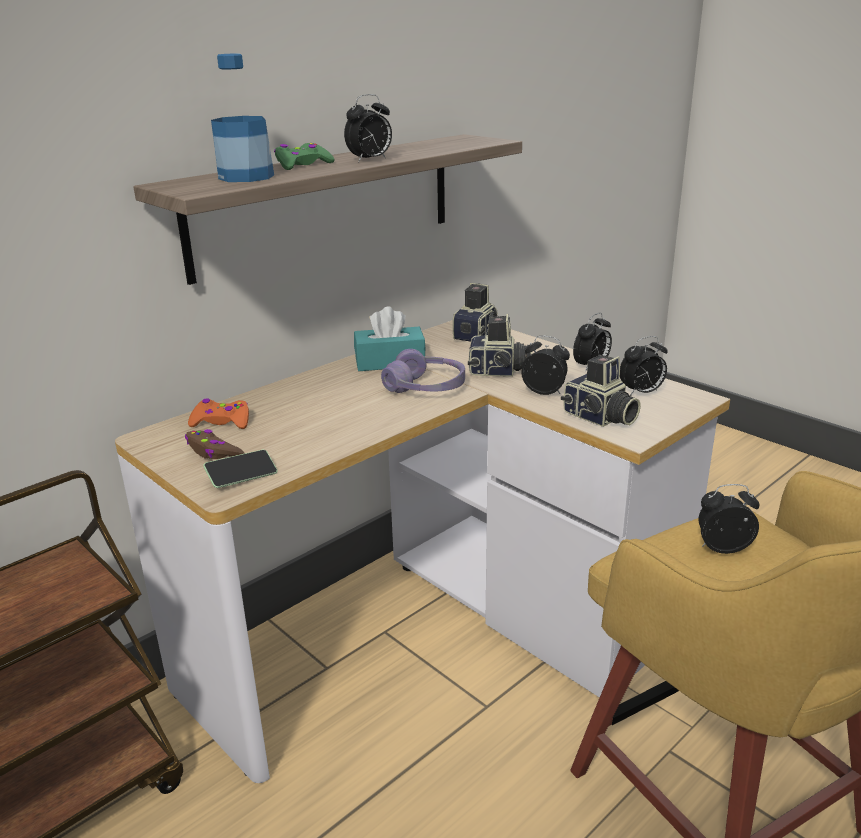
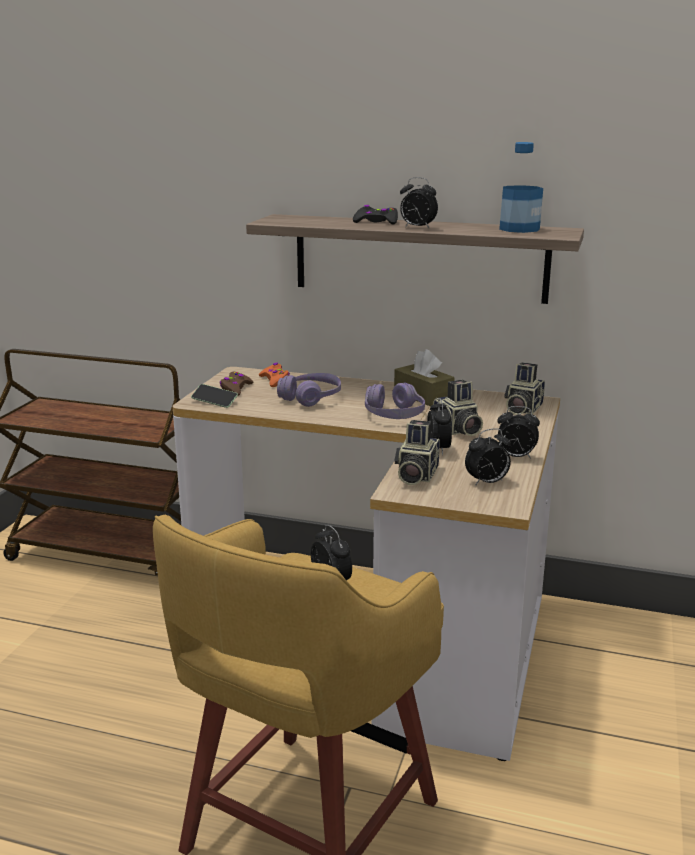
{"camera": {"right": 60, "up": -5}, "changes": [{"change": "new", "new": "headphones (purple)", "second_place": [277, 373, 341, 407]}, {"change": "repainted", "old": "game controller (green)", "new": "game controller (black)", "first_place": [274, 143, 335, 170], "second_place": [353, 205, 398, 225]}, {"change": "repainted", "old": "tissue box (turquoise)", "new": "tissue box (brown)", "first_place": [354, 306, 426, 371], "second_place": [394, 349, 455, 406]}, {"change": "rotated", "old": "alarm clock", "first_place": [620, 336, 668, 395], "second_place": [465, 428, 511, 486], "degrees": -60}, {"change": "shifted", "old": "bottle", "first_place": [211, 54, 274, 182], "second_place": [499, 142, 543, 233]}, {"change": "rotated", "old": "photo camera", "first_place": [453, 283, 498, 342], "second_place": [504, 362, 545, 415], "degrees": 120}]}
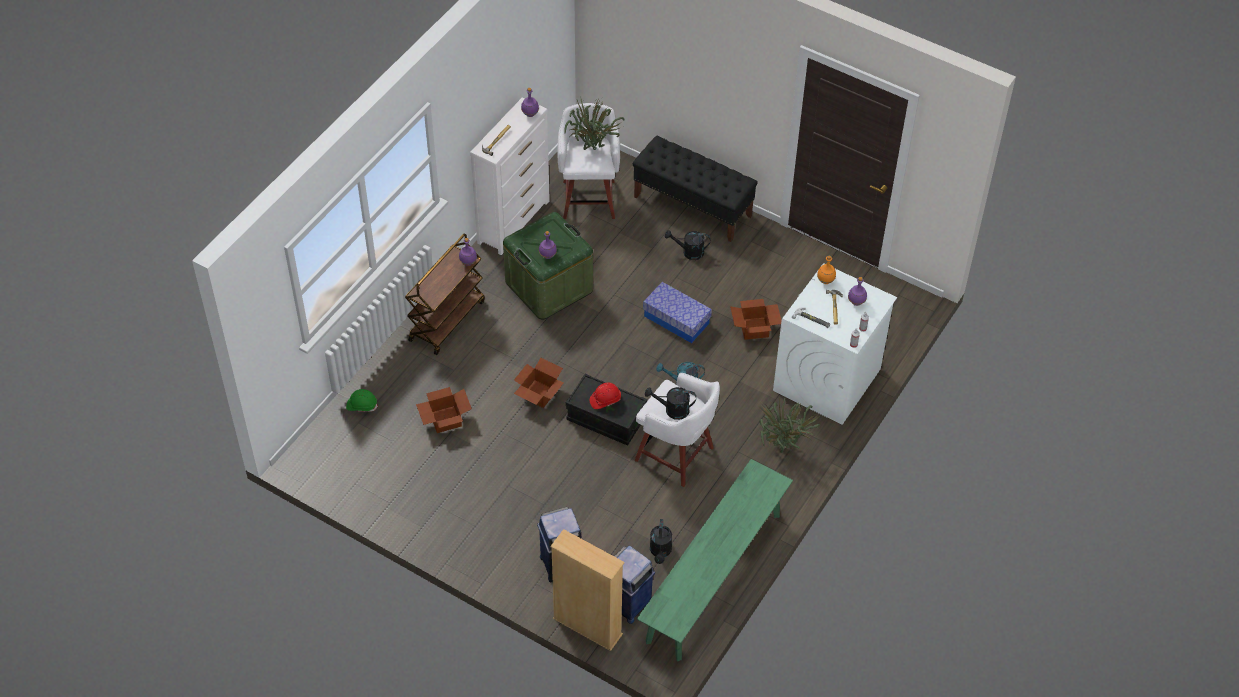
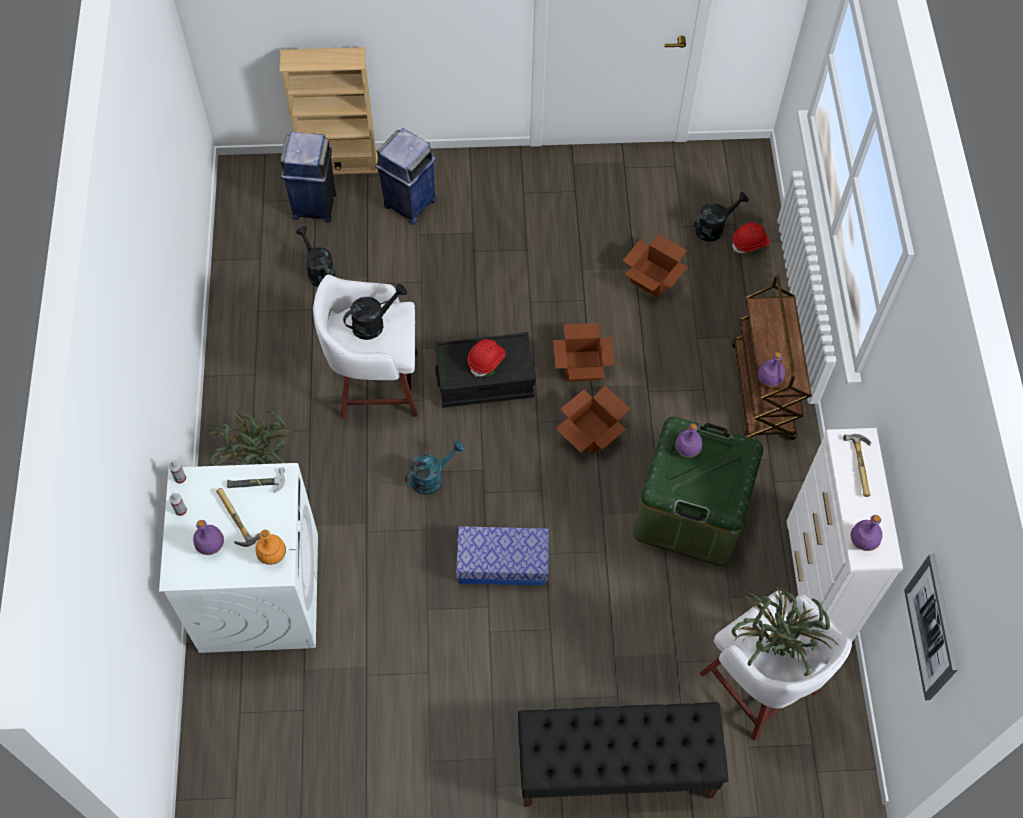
{"camera": {"right": 145, "up": 10}, "changes": [{"change": "shifted", "old": "cardboard box", "first_place": [730, 299, 781, 340], "second_place": [555, 385, 630, 454]}, {"change": "shifted", "old": "watering can (black)", "first_place": [665, 230, 710, 260], "second_place": [694, 192, 749, 242]}, {"change": "repainted", "old": "hard hat (green)", "new": "hard hat (red)", "first_place": [346, 389, 378, 412], "second_place": [732, 222, 770, 253]}, {"change": "new", "new": "picture", "second_place": [904, 554, 958, 700]}, {"change": "gone", "old": "bench (green)", "first_place": [637, 459, 793, 661]}]}
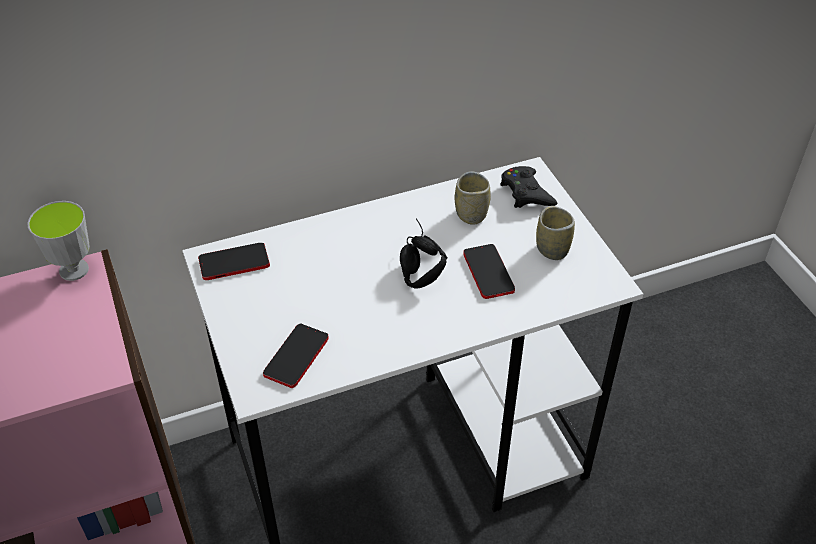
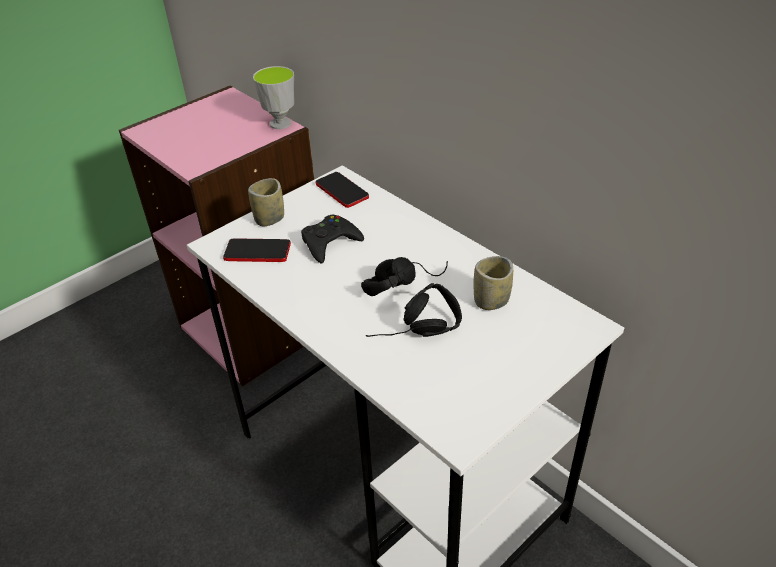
{"camera": {"right": 70, "up": -5}, "changes": [{"change": "shifted", "old": "cup", "first_place": [536, 206, 575, 260], "second_place": [248, 178, 284, 226]}, {"change": "shifted", "old": "game controller (black)", "first_place": [500, 166, 557, 208], "second_place": [301, 214, 364, 264]}, {"change": "swapped", "old": "phone", "new": "headphones (black)", "first_place": [463, 244, 515, 299], "second_place": [366, 283, 462, 337]}]}
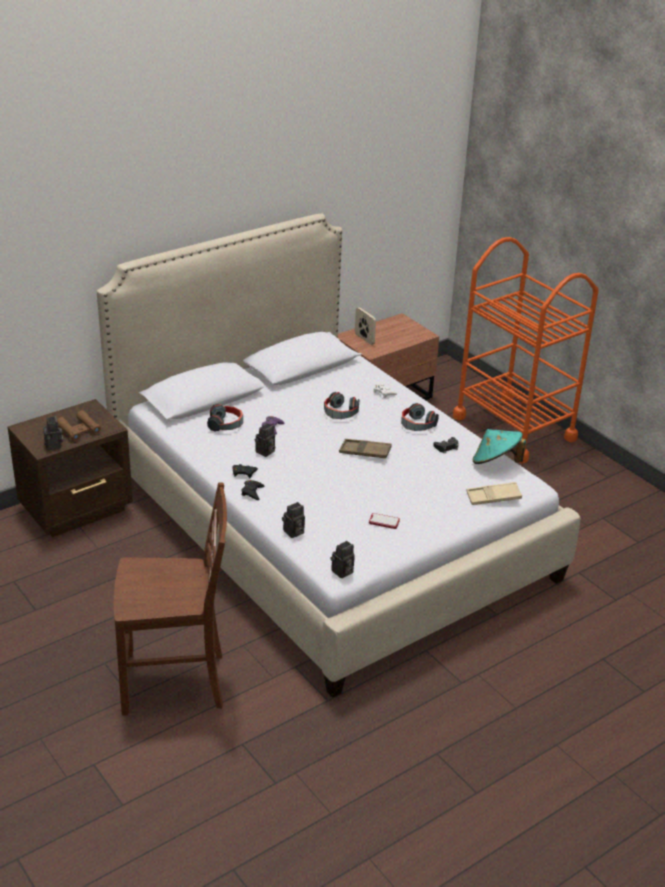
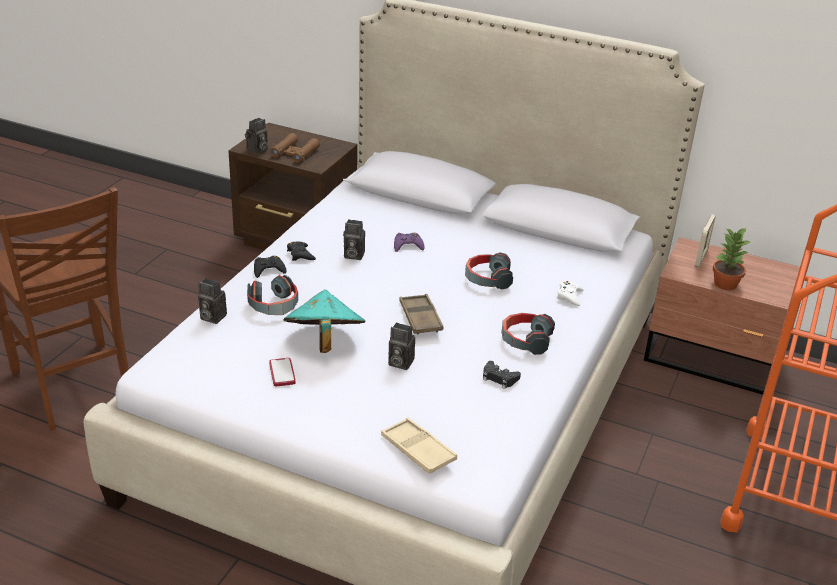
{"camera": {"right": 60, "up": 0}, "changes": [{"change": "shifted", "old": "headphones", "first_place": [207, 404, 243, 432], "second_place": [247, 275, 298, 315]}, {"change": "shifted", "old": "hat (turquoise)", "first_place": [473, 429, 526, 464], "second_place": [284, 289, 366, 353]}, {"change": "shifted", "old": "photo camera", "first_place": [331, 541, 355, 578], "second_place": [388, 322, 415, 370]}, {"change": "new", "new": "potted plant", "second_place": [713, 227, 750, 290]}]}
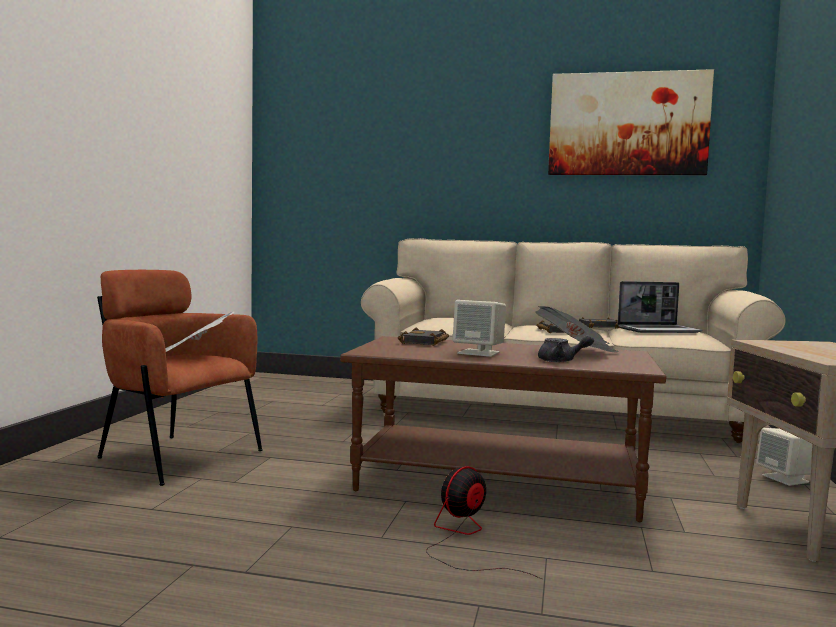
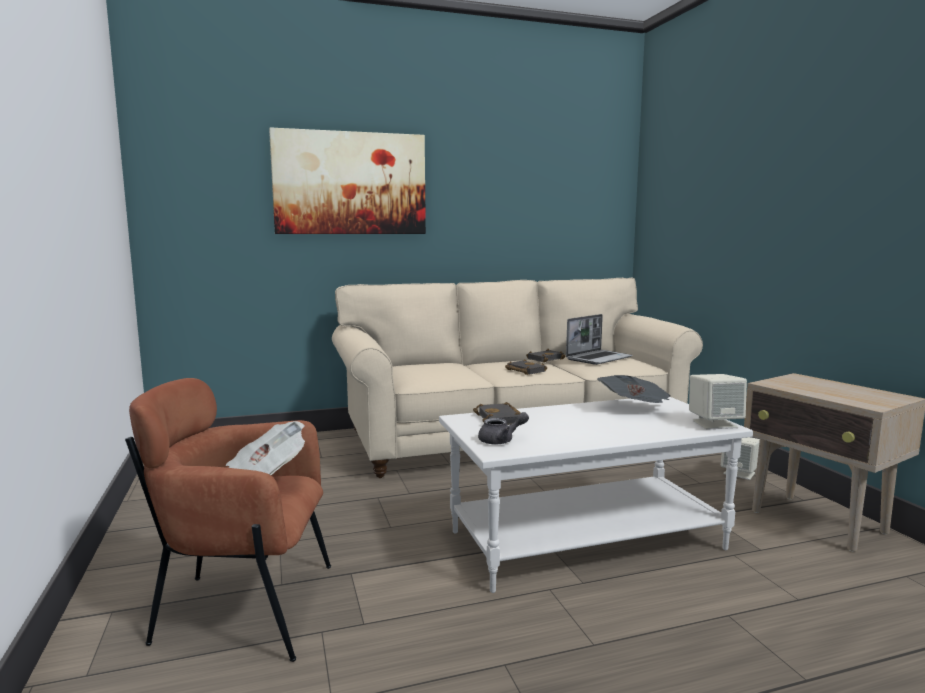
{"camera": {"right": -30, "up": 5}, "changes": [{"change": "shifted", "old": "picture", "first_place": [548, 69, 714, 175], "second_place": [269, 127, 426, 234]}, {"change": "repainted", "old": "coffee table (brown)", "new": "coffee table (white)", "first_place": [340, 336, 666, 522], "second_place": [439, 397, 753, 593]}, {"change": "shifted", "old": "teapot (grey)", "first_place": [538, 335, 594, 362], "second_place": [478, 412, 529, 445]}, {"change": "shifted", "old": "speaker (beige)", "first_place": [453, 300, 506, 357], "second_place": [689, 374, 747, 429]}, {"change": "gone", "old": "fan", "first_place": [426, 466, 542, 579]}]}
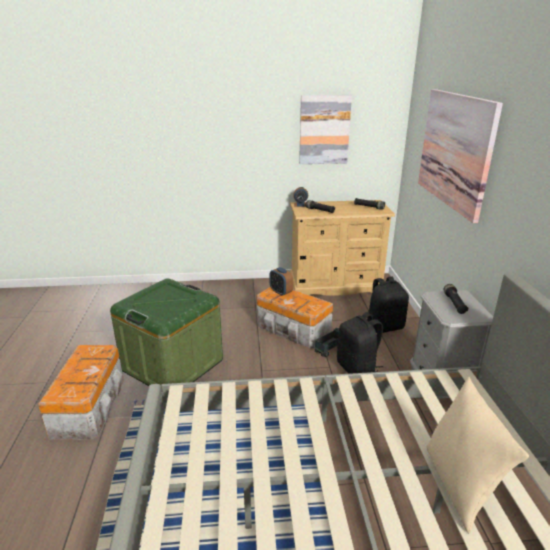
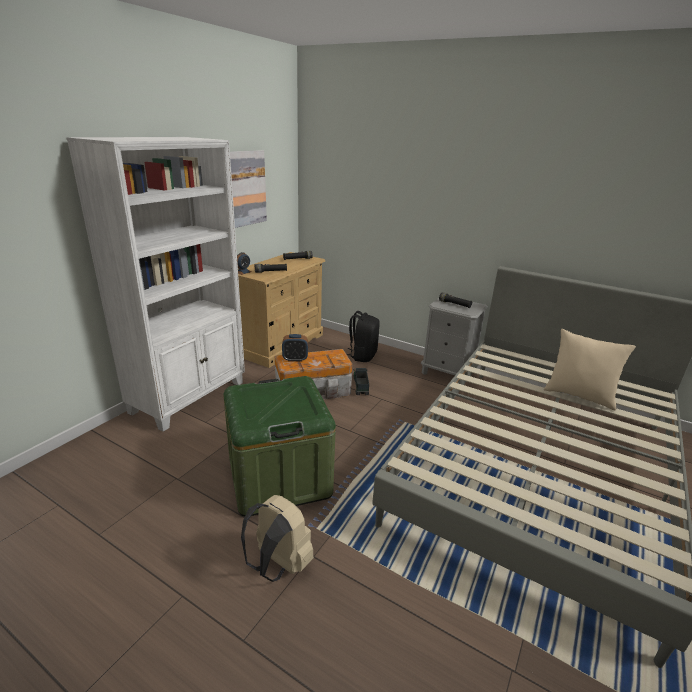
{"camera": {"right": -55, "up": 0}, "changes": [{"change": "new", "new": "bookcase (white)", "second_place": [66, 137, 245, 432]}, {"change": "swapped", "old": "storage box", "new": "backpack (beige)", "first_place": [38, 345, 124, 440], "second_place": [241, 495, 314, 582]}, {"change": "gone", "old": "backpack (black)", "first_place": [337, 312, 383, 374]}, {"change": "gone", "old": "picture", "first_place": [418, 89, 503, 223]}]}
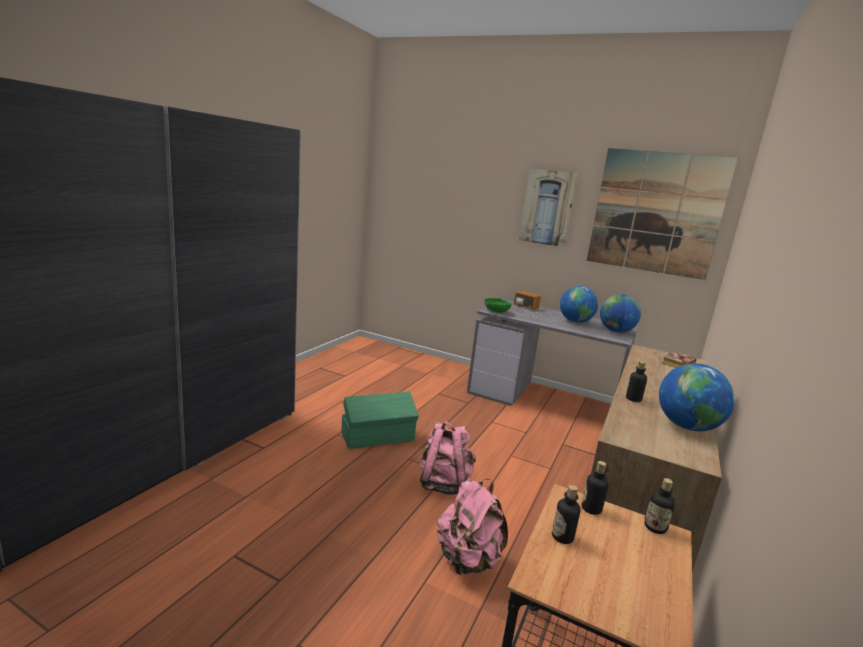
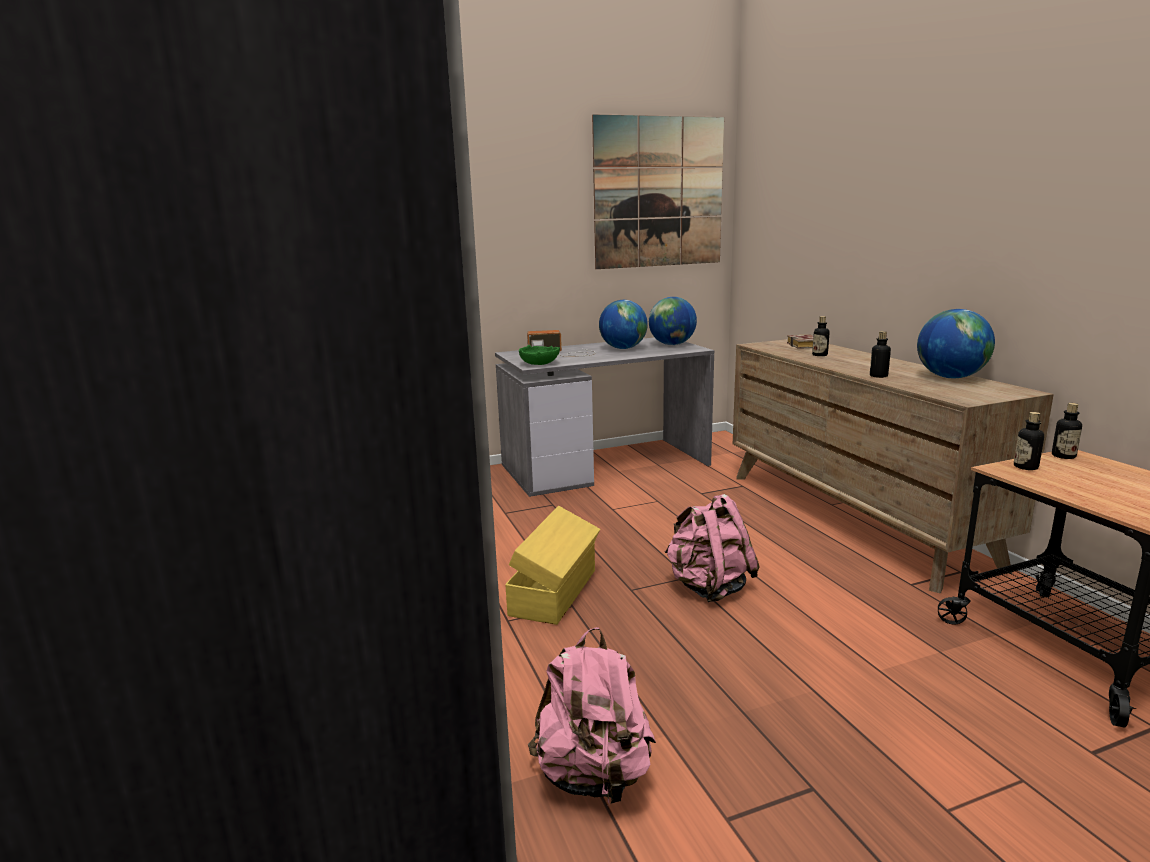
{"camera": {"right": -45, "up": 0}, "changes": [{"change": "repainted", "old": "storage box (green)", "new": "storage box (yellow)", "first_place": [341, 392, 419, 449], "second_place": [505, 506, 600, 625]}, {"change": "shifted", "old": "backpack (pink)", "first_place": [437, 479, 508, 575], "second_place": [528, 627, 656, 807]}, {"change": "shifted", "old": "bottle", "first_place": [552, 485, 581, 544], "second_place": [812, 316, 830, 356]}, {"change": "gone", "old": "picture", "first_place": [519, 169, 578, 247]}]}
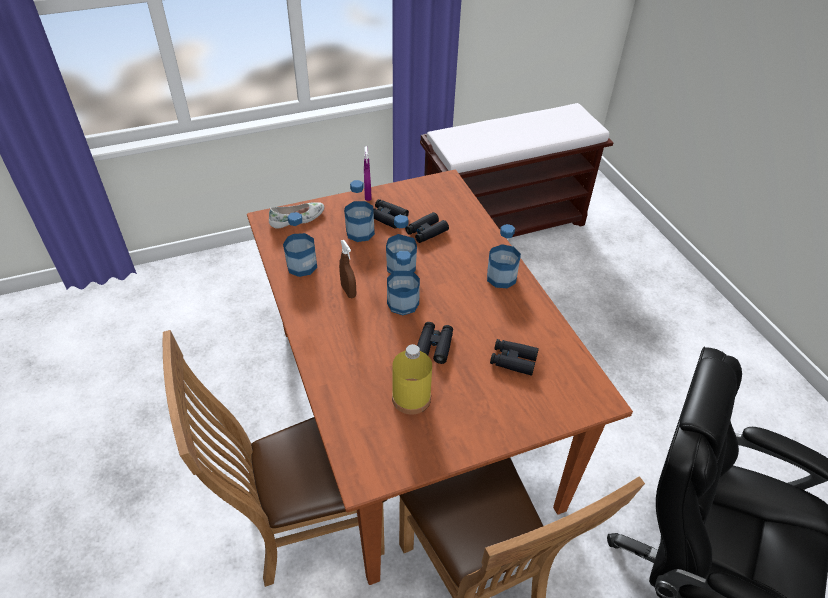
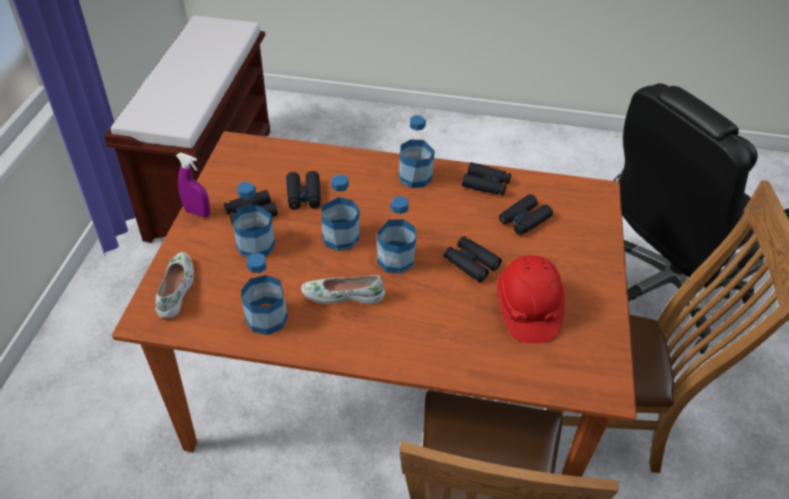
{"camera": {"right": -60, "up": 0}, "changes": [{"change": "swapped", "old": "spray bottle (brown)", "new": "shoe (white)", "first_place": [339, 240, 356, 298], "second_place": [301, 275, 385, 304]}, {"change": "new", "new": "binoculars (black)", "second_place": [462, 162, 511, 196]}, {"change": "swapped", "old": "bottle (yellow)", "new": "hard hat (red)", "first_place": [392, 344, 432, 414], "second_place": [497, 255, 565, 343]}]}
